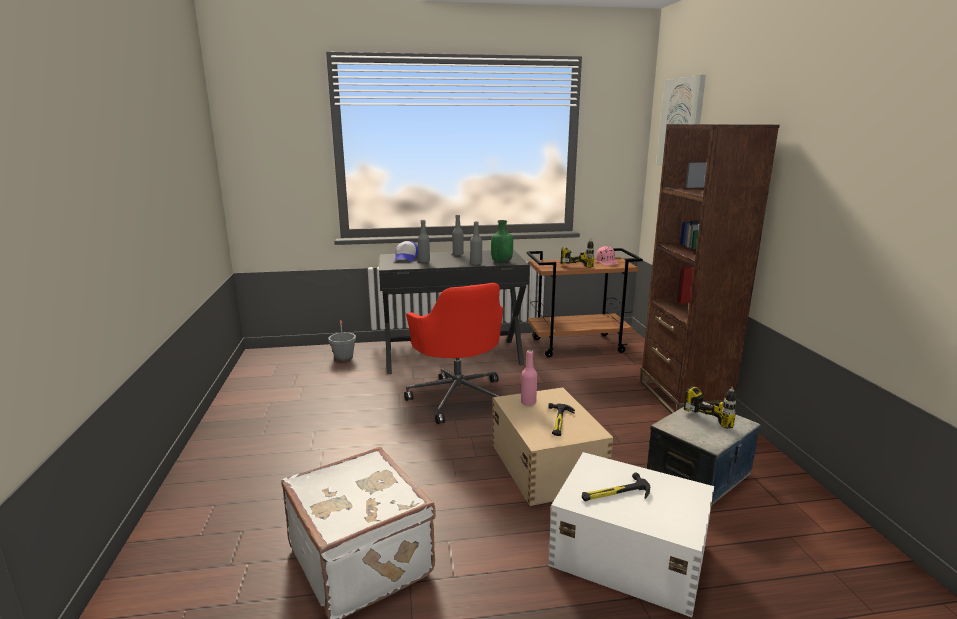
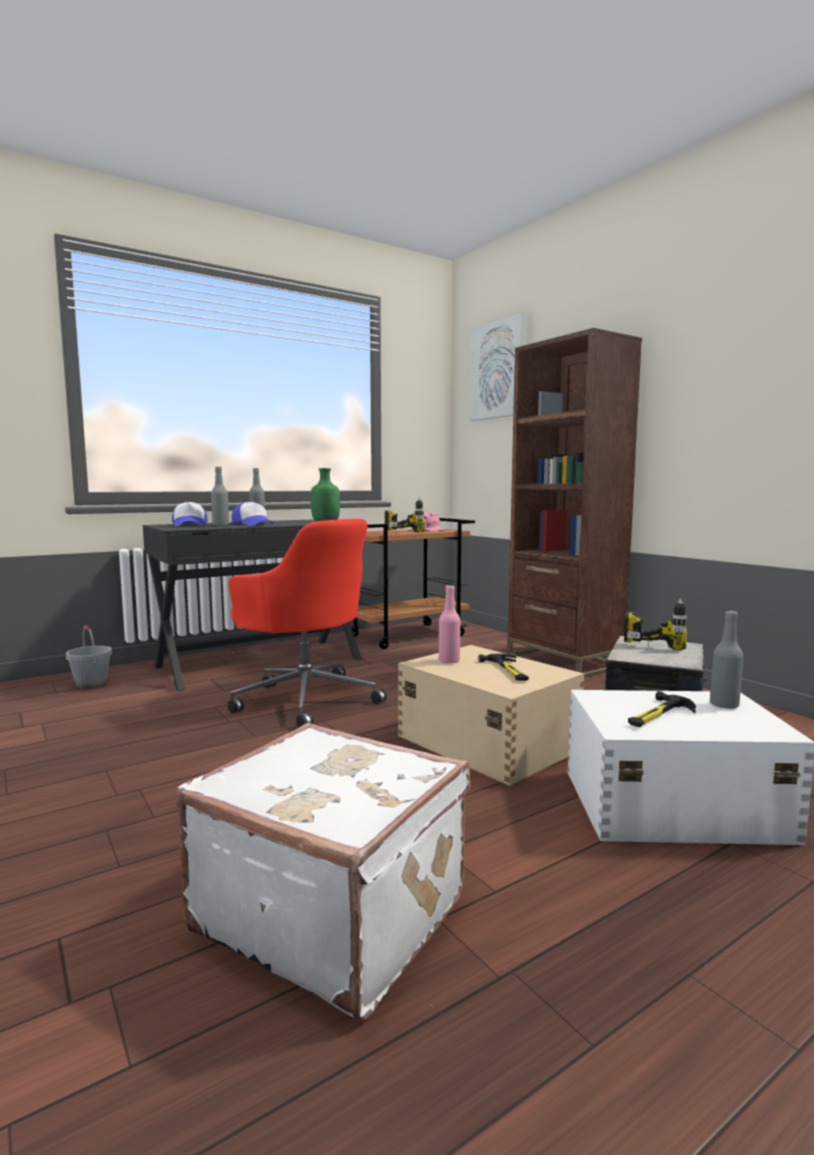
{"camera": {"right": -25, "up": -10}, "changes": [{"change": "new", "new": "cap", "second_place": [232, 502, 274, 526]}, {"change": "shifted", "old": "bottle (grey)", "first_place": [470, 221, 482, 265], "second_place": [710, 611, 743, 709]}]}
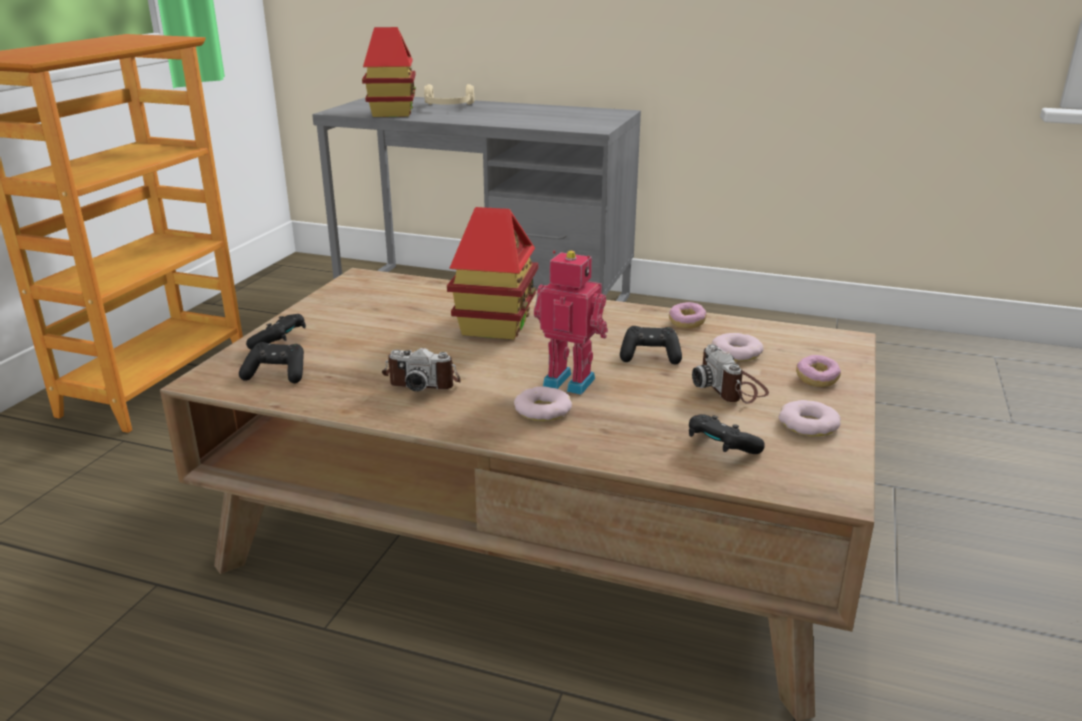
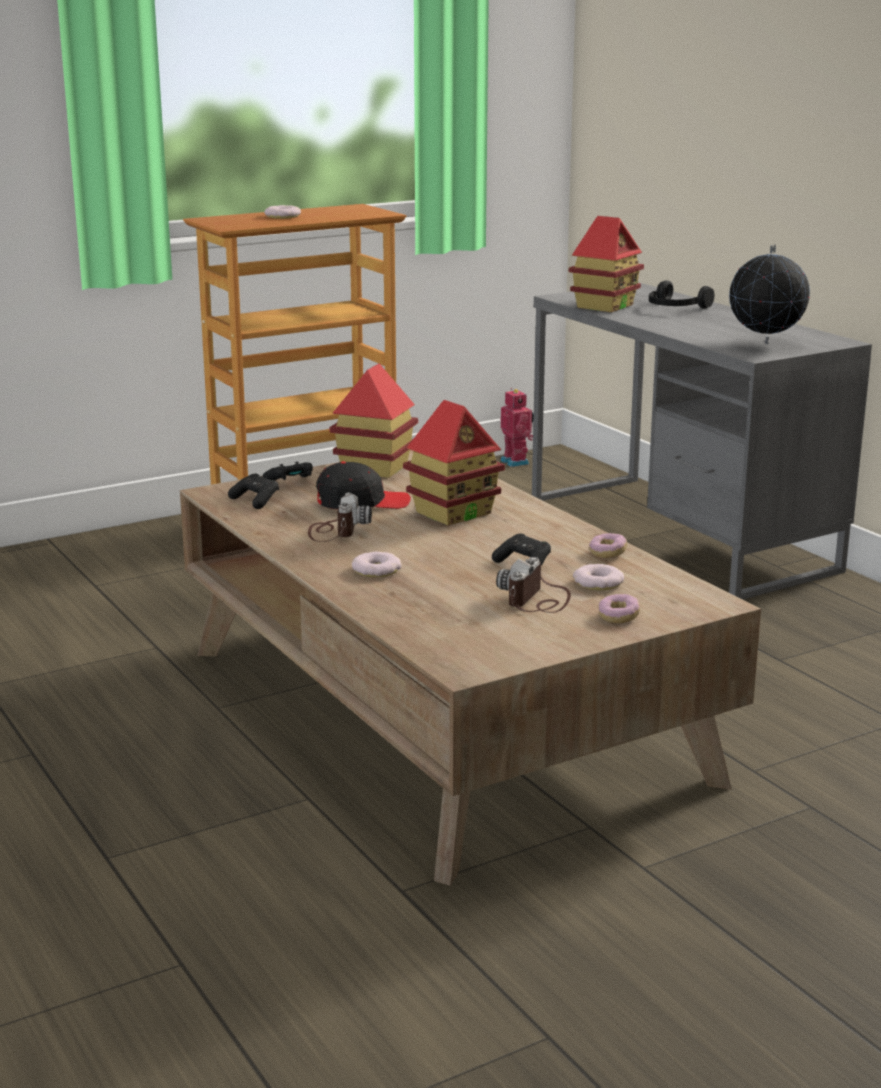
{"camera": {"right": 40, "up": -5}, "changes": [{"change": "shifted", "old": "donut", "first_place": [779, 400, 841, 436], "second_place": [264, 205, 301, 219]}, {"change": "rotated", "old": "photo camera", "first_place": [382, 348, 461, 391], "second_place": [308, 493, 372, 542], "degrees": -135}, {"change": "new", "new": "cap (black)", "second_place": [316, 461, 411, 510]}, {"change": "new", "new": "toy house", "second_place": [330, 363, 418, 478]}, {"change": "shifted", "old": "toy robot", "first_place": [534, 251, 608, 395], "second_place": [500, 388, 534, 467]}, {"change": "repainted", "old": "headphones (beige)", "new": "headphones (black)", "first_place": [424, 84, 474, 105], "second_place": [649, 280, 714, 308]}, {"change": "new", "new": "globe", "second_place": [729, 245, 810, 344]}, {"change": "gone", "old": "game controller (black)", "first_place": [689, 414, 765, 454]}]}
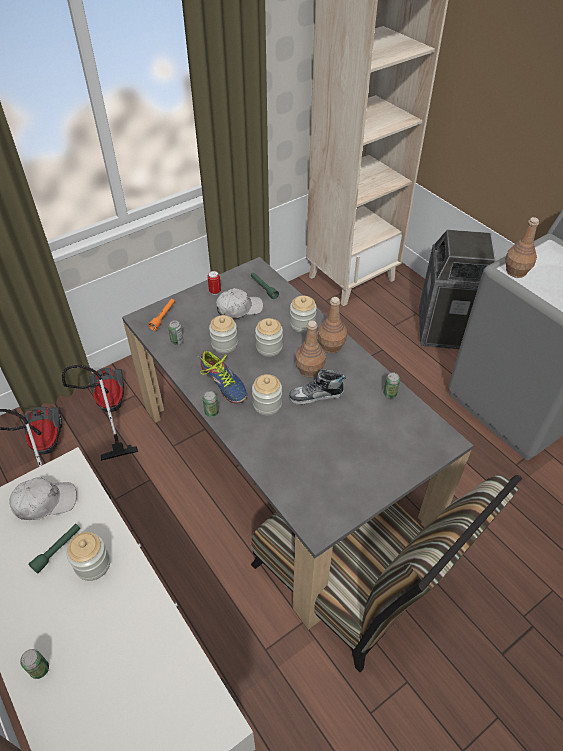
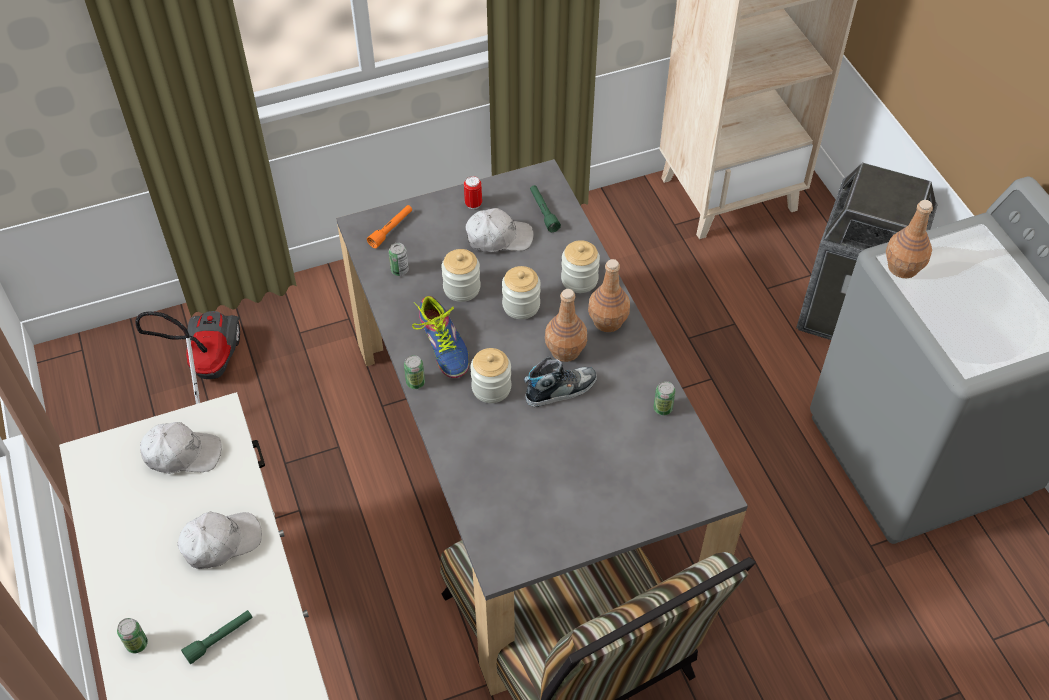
{"camera": {"right": 15, "up": 5}, "changes": [{"change": "swapped", "old": "jar", "new": "cap (white)", "first_place": [67, 532, 110, 581], "second_place": [177, 512, 262, 569]}, {"change": "shifted", "old": "flashlight (green)", "first_place": [28, 524, 80, 574], "second_place": [181, 610, 253, 665]}, {"change": "rotated", "old": "shoe", "first_place": [289, 369, 346, 404], "second_place": [524, 356, 597, 407], "degrees": 150}, {"change": "gone", "old": "vacuum cleaner", "first_place": [62, 365, 138, 461]}]}
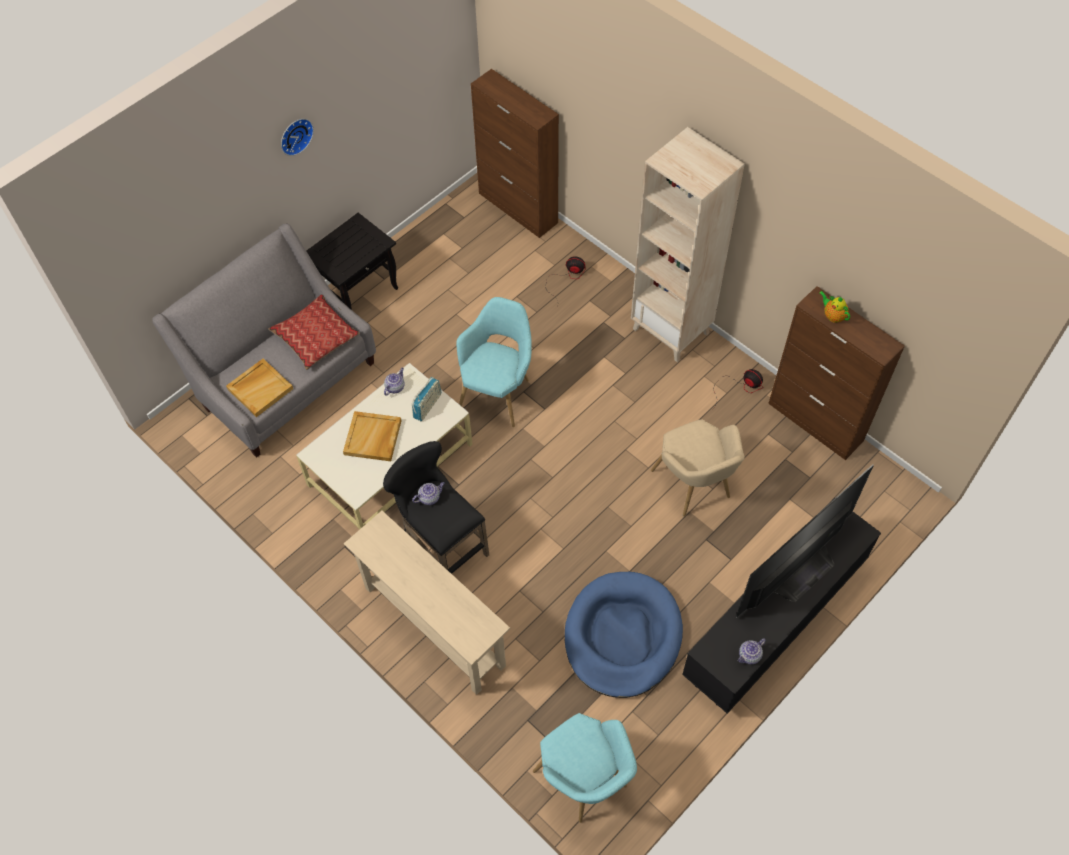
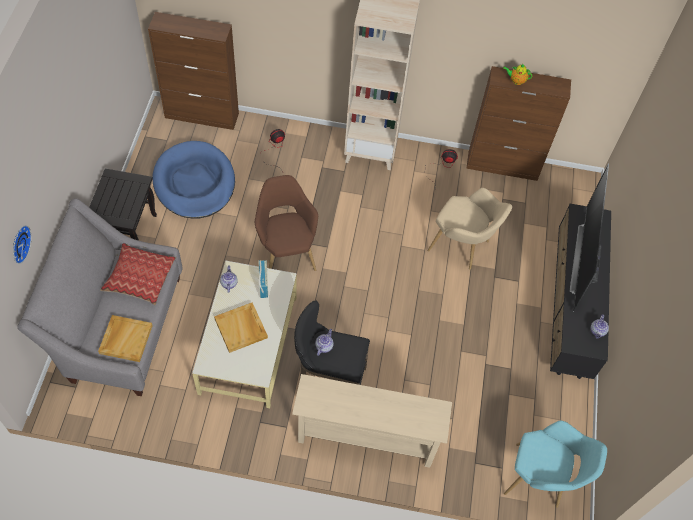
{"camera": {"right": -40, "up": 0}, "changes": [{"change": "shifted", "old": "wall clock", "first_place": [281, 119, 314, 156], "second_place": [13, 225, 32, 264]}, {"change": "shifted", "old": "dog bed (blue)", "first_place": [565, 572, 683, 698], "second_place": [153, 141, 235, 219]}, {"change": "repainted", "old": "armchair (turquoise)", "new": "armchair (brown)", "first_place": [456, 297, 532, 427], "second_place": [255, 175, 318, 271]}]}
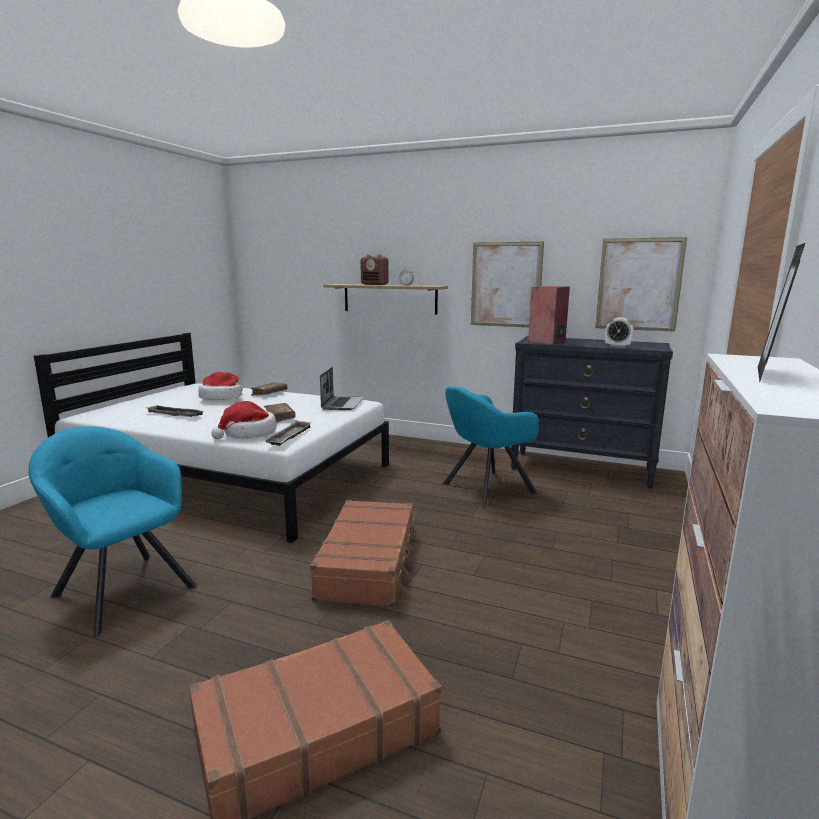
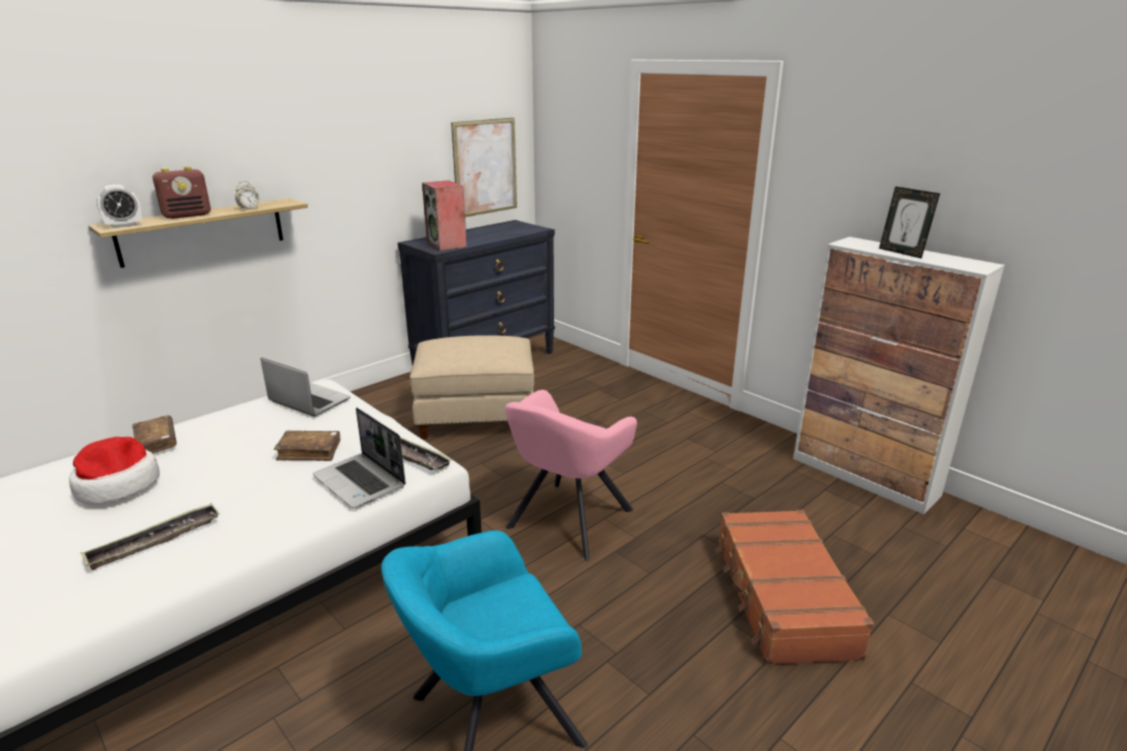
{"camera": {"right": -65, "up": 10}, "changes": [{"change": "shifted", "old": "alarm clock", "first_place": [605, 317, 634, 348], "second_place": [96, 185, 142, 228]}, {"change": "swapped", "old": "hat", "new": "laptop", "first_place": [211, 401, 277, 439], "second_place": [313, 408, 406, 508]}, {"change": "swapped", "old": "armchair (turquoise)", "new": "ottoman (beige)", "first_place": [443, 386, 539, 508], "second_place": [410, 335, 534, 440]}, {"change": "swapped", "old": "suitcase (brown)", "new": "armchair (pink)", "first_place": [310, 500, 417, 607], "second_place": [505, 390, 637, 561]}, {"change": "gone", "old": "picture", "first_place": [471, 242, 544, 327]}]}
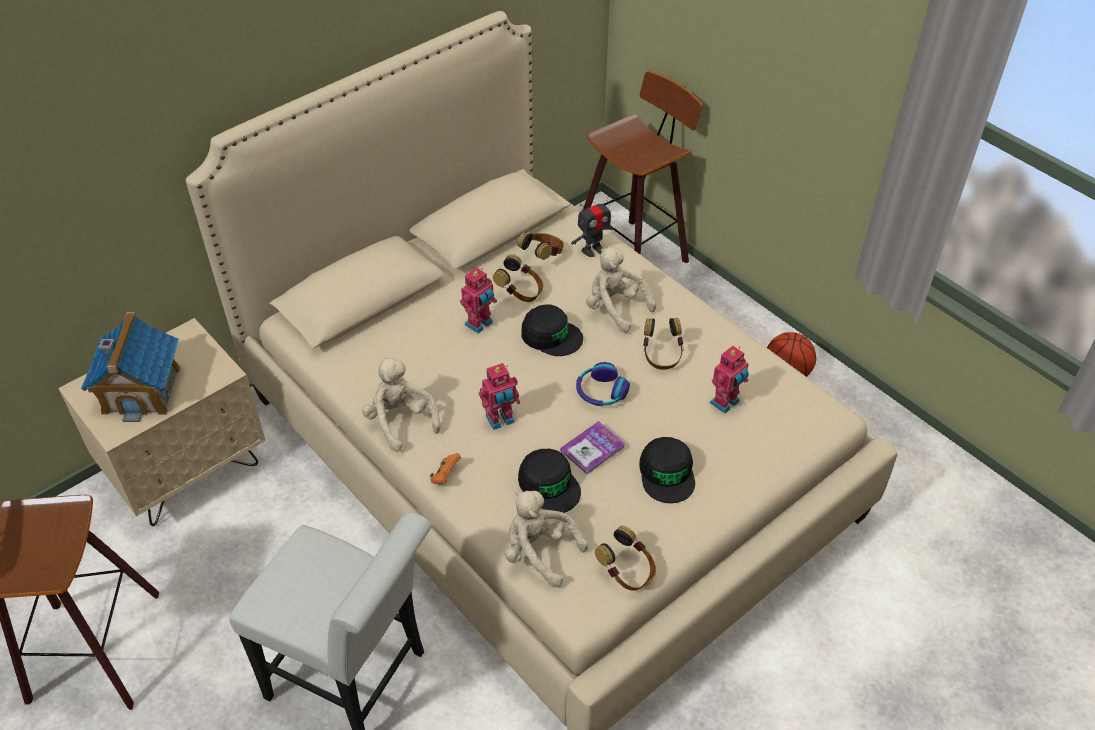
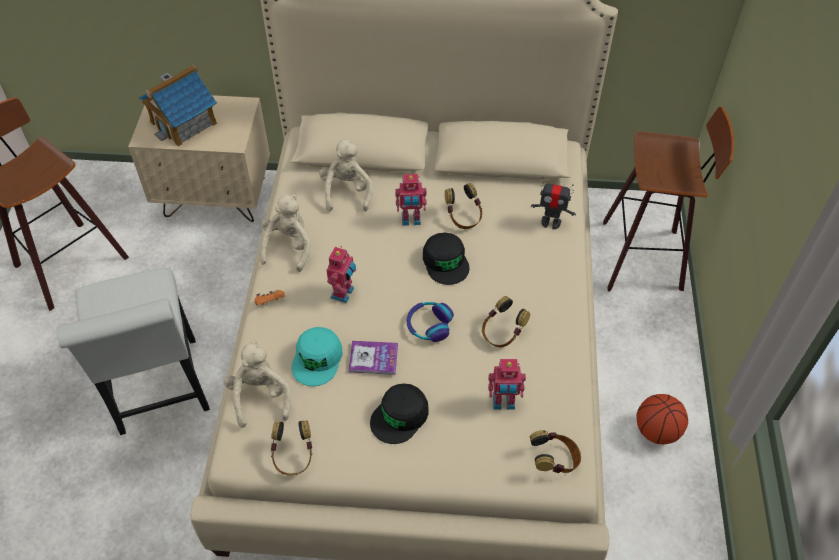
{"camera": {"right": 45, "up": 5}, "changes": [{"change": "repainted", "old": "cap (black)", "new": "cap (turquoise)", "first_place": [518, 449, 581, 513], "second_place": [291, 327, 343, 386]}, {"change": "shifted", "old": "plush toy (beige)", "first_place": [586, 248, 656, 333], "second_place": [319, 139, 373, 211]}, {"change": "rotated", "old": "toy robot", "first_place": [479, 363, 520, 430], "second_place": [327, 246, 356, 303], "degrees": -90}, {"change": "shifted", "old": "headphones", "first_place": [517, 232, 564, 260], "second_place": [530, 430, 581, 473]}]}
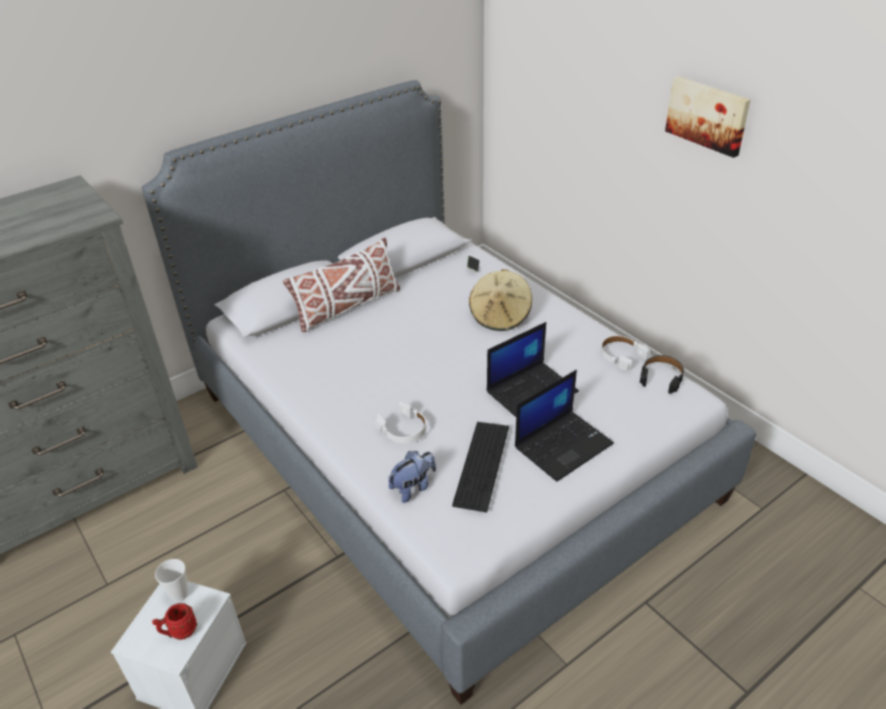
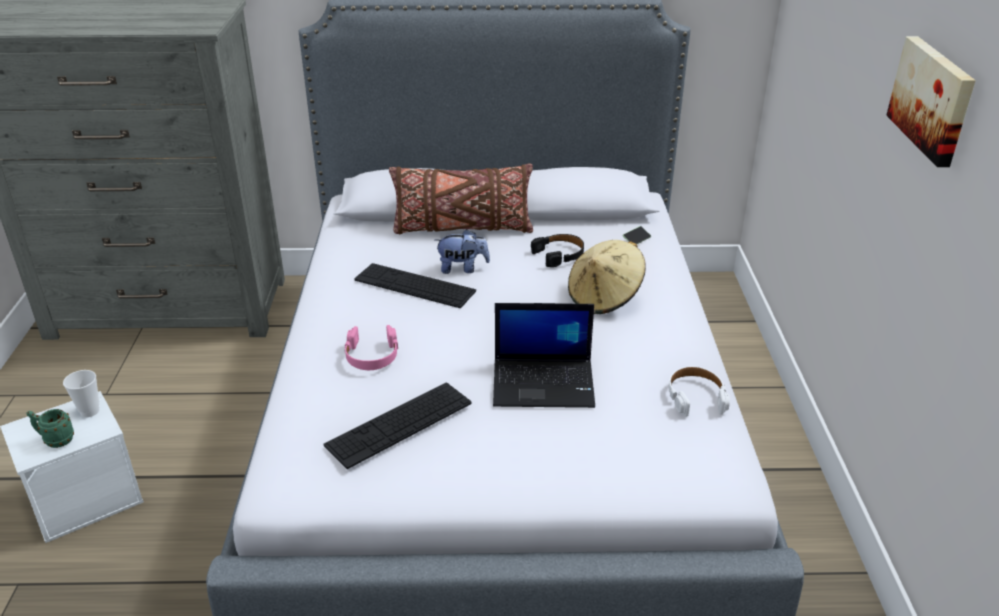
{"camera": {"right": 35, "up": -5}, "changes": [{"change": "repainted", "old": "mug (red)", "new": "mug (green)", "first_place": [152, 603, 197, 640], "second_place": [26, 409, 74, 448]}, {"change": "repainted", "old": "headphones (white)", "new": "headphones (pink)", "first_place": [375, 401, 426, 443], "second_place": [344, 325, 398, 370]}, {"change": "new", "new": "keyboard", "second_place": [354, 263, 476, 308]}, {"change": "repainted", "old": "pillow (white)", "new": "pillow (brown)", "first_place": [283, 237, 400, 332], "second_place": [389, 164, 533, 235]}, {"change": "shifted", "old": "plush toy", "first_place": [388, 451, 436, 503], "second_place": [435, 229, 490, 274]}, {"change": "shifted", "old": "headphones (black)", "first_place": [640, 355, 684, 394], "second_place": [531, 234, 584, 267]}, {"change": "gone", "old": "laptop", "first_place": [515, 370, 614, 482]}]}
